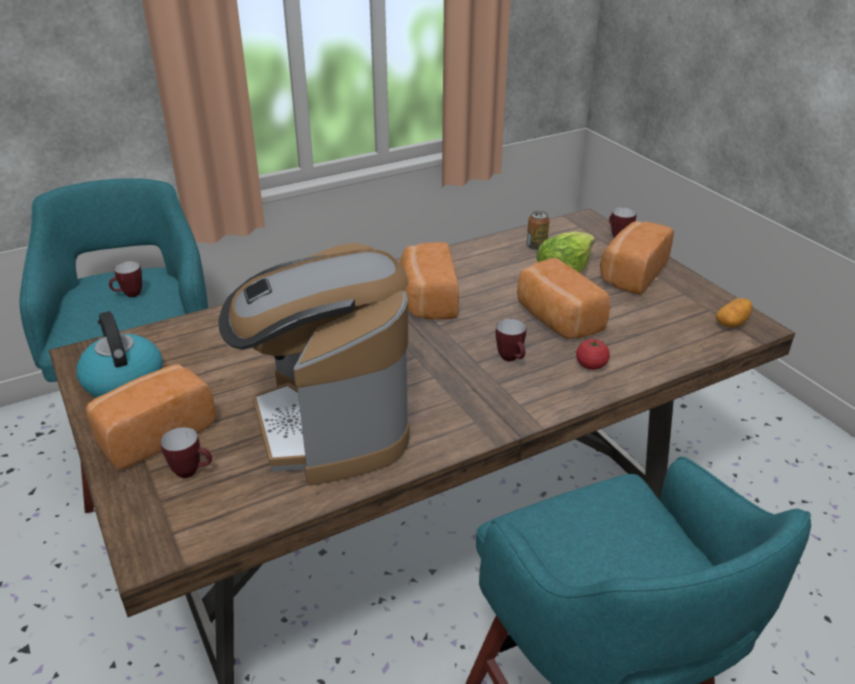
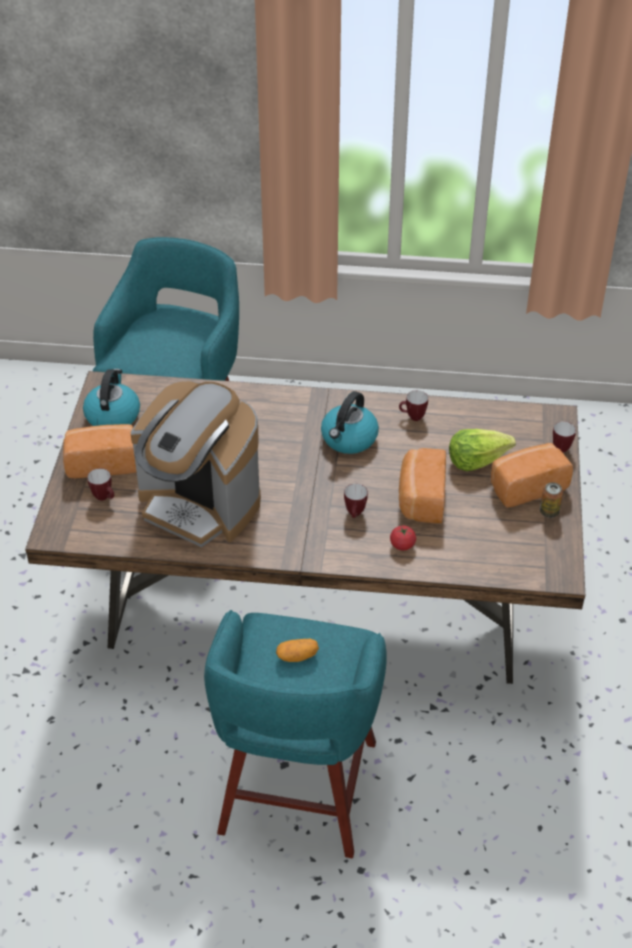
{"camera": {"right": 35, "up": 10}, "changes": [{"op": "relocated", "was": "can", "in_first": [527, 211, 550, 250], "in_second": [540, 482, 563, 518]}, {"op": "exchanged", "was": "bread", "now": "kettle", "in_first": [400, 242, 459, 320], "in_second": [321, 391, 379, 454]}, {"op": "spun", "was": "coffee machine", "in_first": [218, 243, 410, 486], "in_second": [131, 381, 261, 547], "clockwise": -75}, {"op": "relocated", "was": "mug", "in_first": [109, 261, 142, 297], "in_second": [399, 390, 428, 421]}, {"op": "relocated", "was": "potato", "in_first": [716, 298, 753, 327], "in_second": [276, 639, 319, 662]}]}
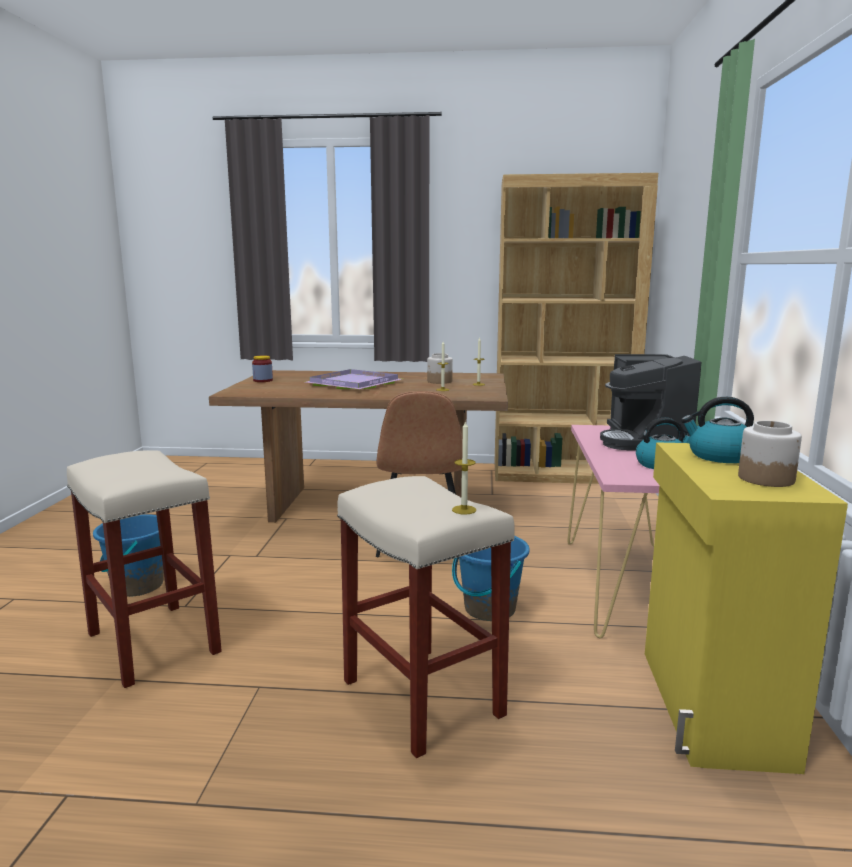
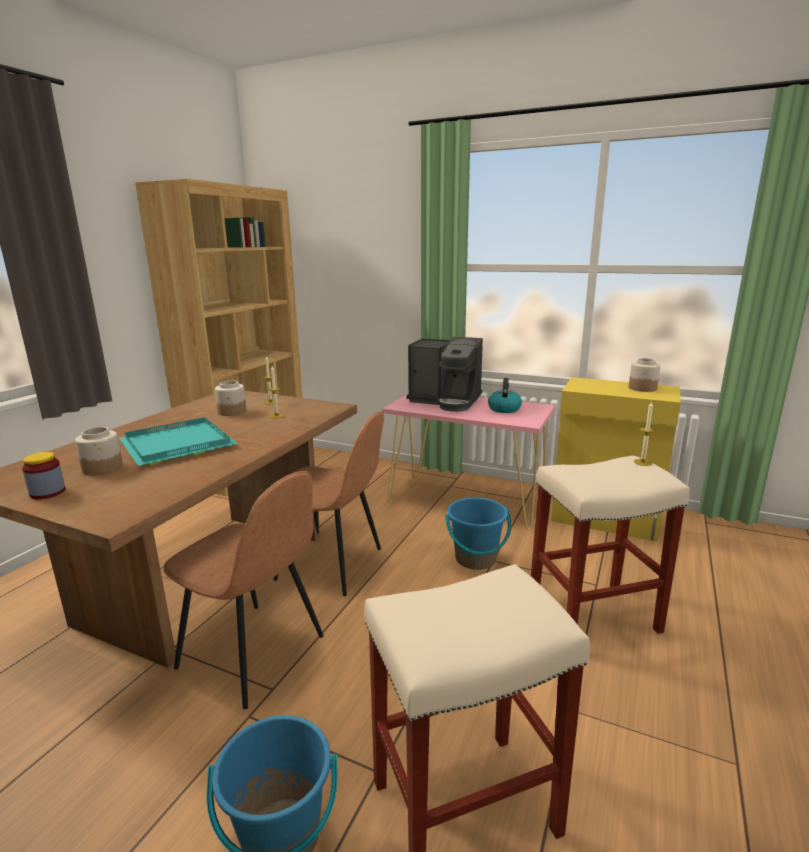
{"camera": {"right": -70, "up": 5}, "changes": [{"op": "colour", "was": "purple tray", "now": "turquoise tray", "in_first": [306, 369, 401, 389], "in_second": [119, 417, 238, 466]}, {"op": "missing", "was": "kettle", "in_first": [681, 397, 754, 463]}, {"op": "appeared", "now": "jar", "in_second": [75, 427, 123, 475]}, {"op": "appeared", "now": "brown chair", "in_second": [164, 471, 324, 709]}]}
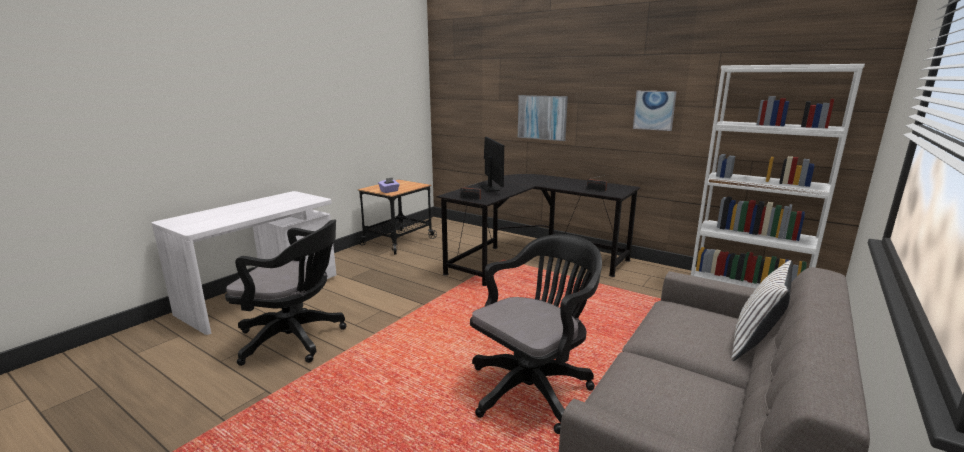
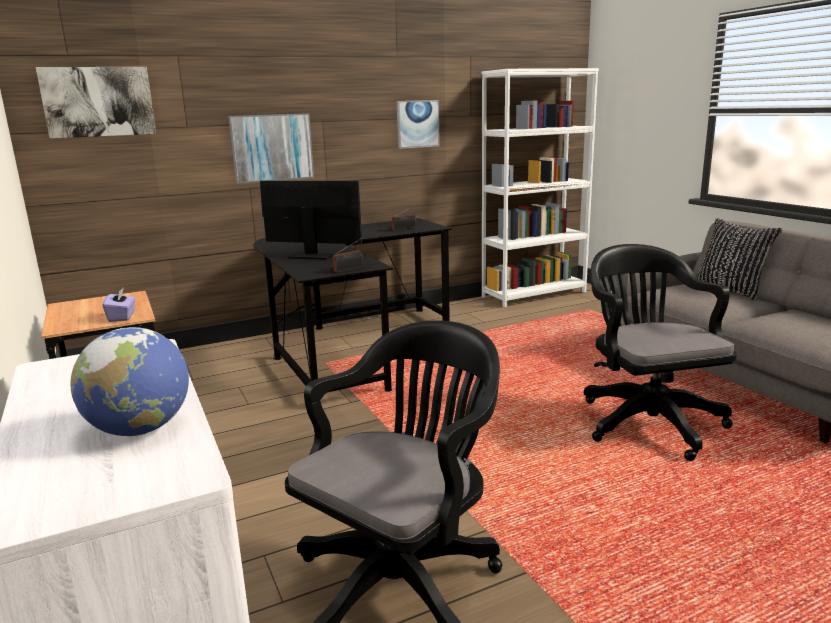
{"camera": {"right": -60, "up": 0}, "changes": [{"op": "colour", "was": "white pillow", "now": "black pillow", "in_first": [732, 260, 793, 361], "in_second": [696, 218, 783, 301]}, {"op": "appeared", "now": "picture", "in_second": [36, 67, 157, 138]}, {"op": "appeared", "now": "globe", "in_second": [70, 327, 189, 436]}]}
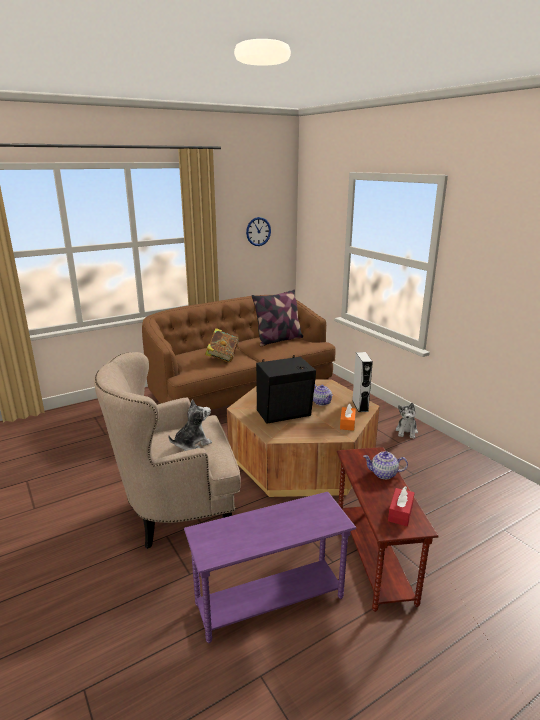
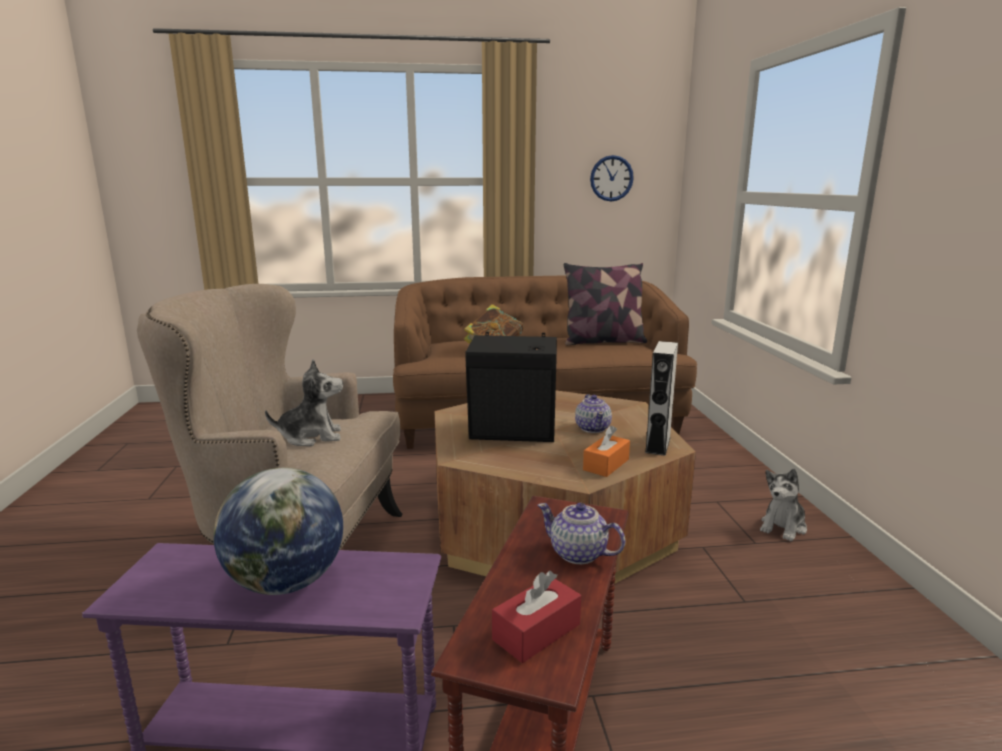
{"camera": {"right": 25, "up": -5}, "changes": [{"op": "appeared", "now": "globe", "in_second": [213, 468, 343, 595]}]}
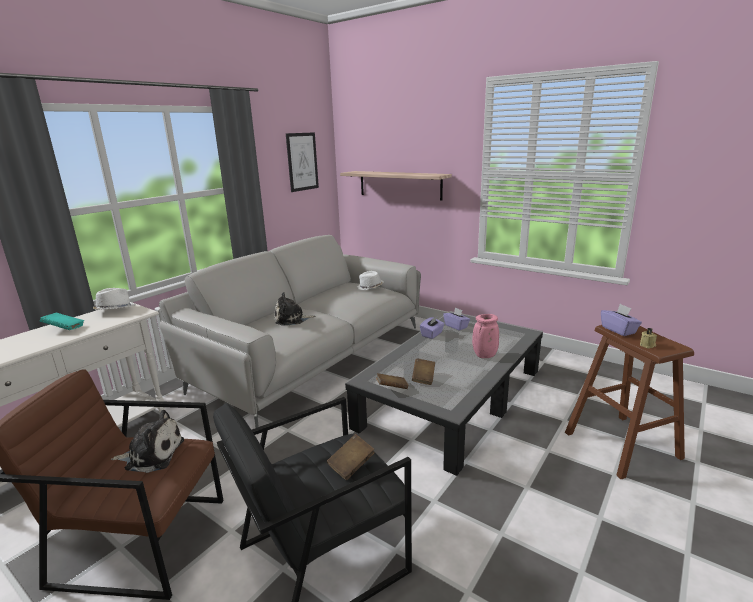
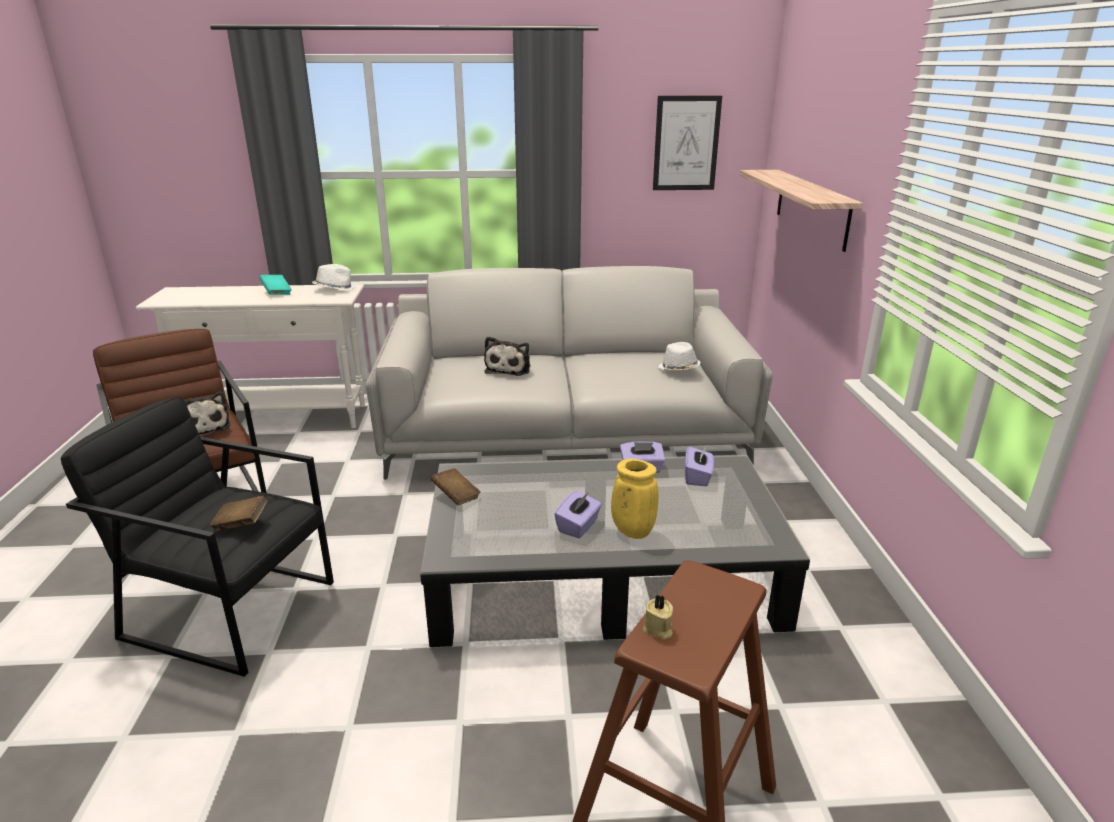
{"camera": {"right": 50, "up": 5}, "changes": [{"op": "spun", "was": "plush toy", "in_first": [275, 292, 315, 326], "in_second": [484, 336, 530, 376], "clockwise": -120}, {"op": "relocated", "was": "purple tissue box", "in_first": [601, 304, 642, 336], "in_second": [555, 491, 602, 538]}, {"op": "colour", "was": "pink vase", "now": "yellow vase", "in_first": [472, 314, 499, 358], "in_second": [611, 459, 659, 539]}, {"op": "missing", "was": "brown book", "in_first": [412, 358, 435, 385]}]}
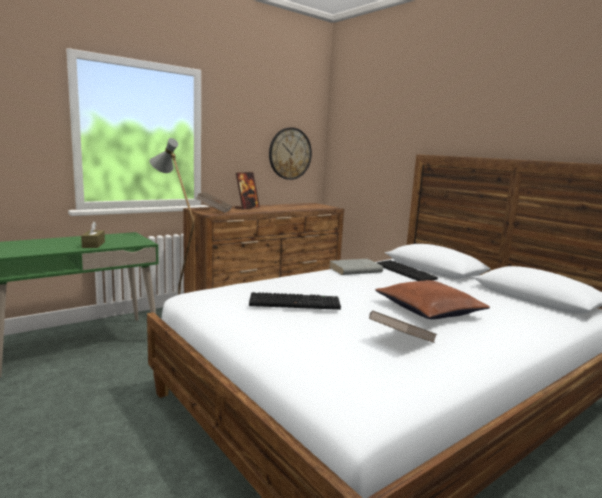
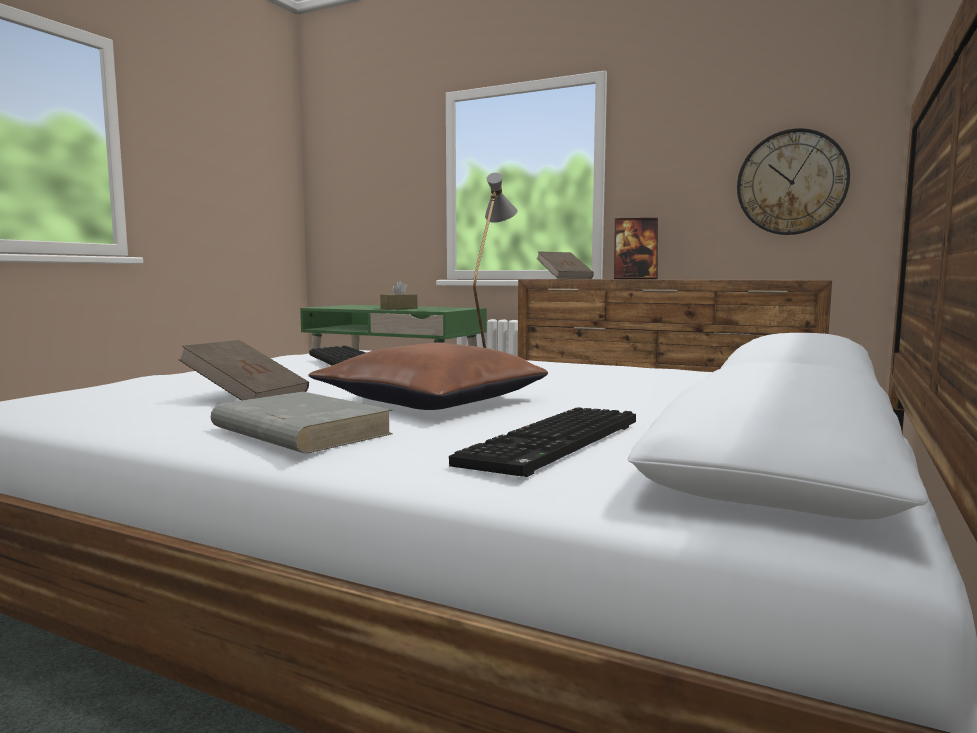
{"camera": {"right": 65, "up": -5}, "changes": [{"op": "relocated", "was": "grey book", "in_first": [329, 259, 383, 275], "in_second": [211, 392, 393, 453]}, {"op": "relocated", "was": "keyboard", "in_first": [377, 260, 438, 281], "in_second": [449, 407, 636, 477]}]}
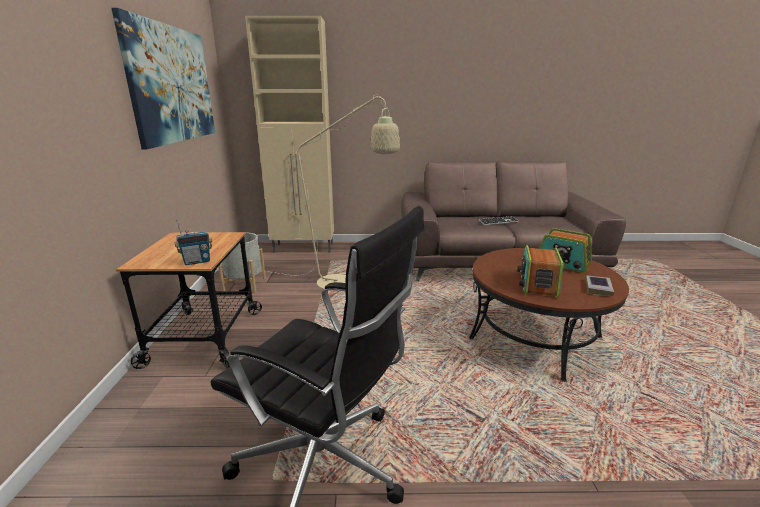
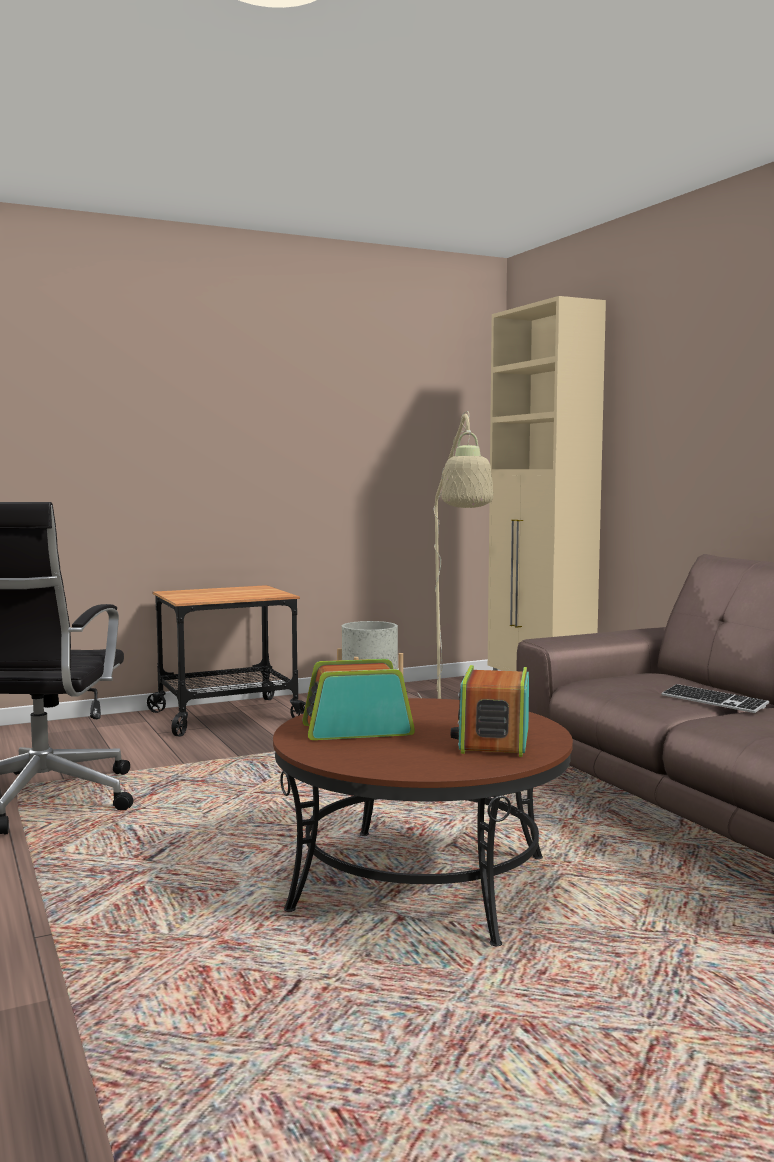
{"camera": {"right": 65, "up": -15}, "changes": [{"op": "missing", "was": "picture", "in_first": [111, 8, 215, 149]}, {"op": "missing", "was": "radio", "in_first": [175, 219, 212, 265]}, {"op": "missing", "was": "book", "in_first": [586, 275, 614, 296]}]}
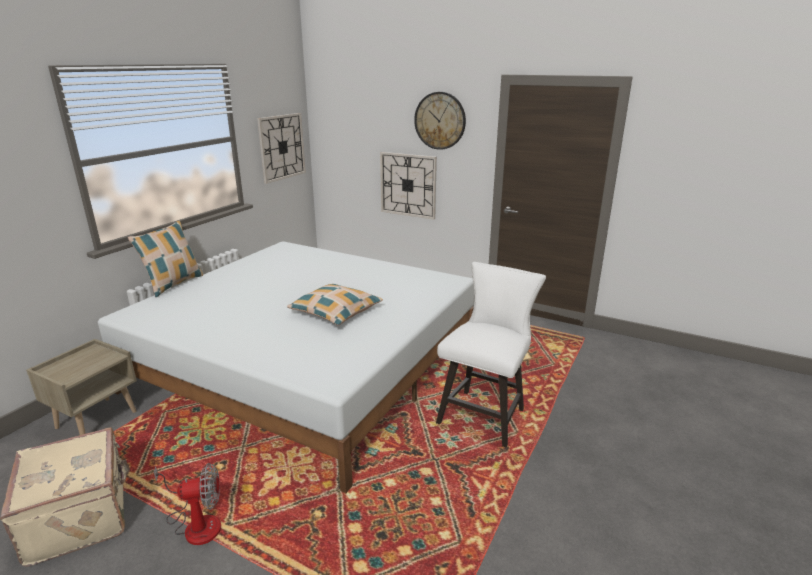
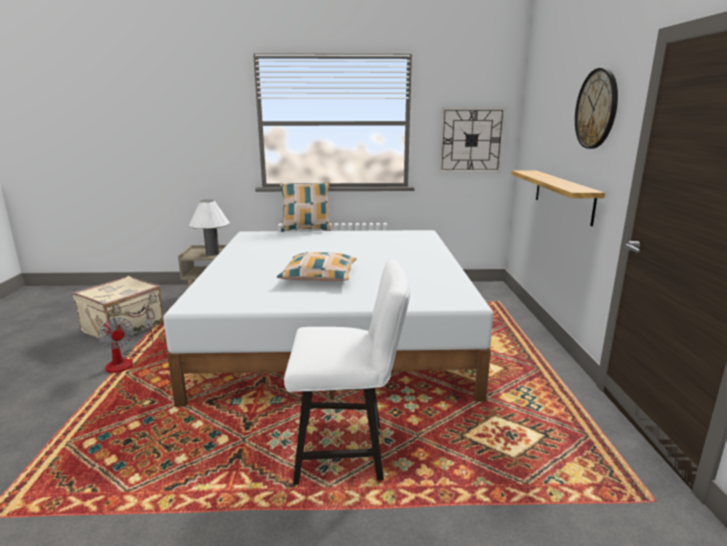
{"camera": {"right": 60, "up": -5}, "changes": [{"op": "exchanged", "was": "wall clock", "now": "shelf", "in_first": [380, 152, 437, 219], "in_second": [511, 170, 605, 226]}, {"op": "appeared", "now": "white table lamp", "in_second": [189, 200, 230, 256]}]}
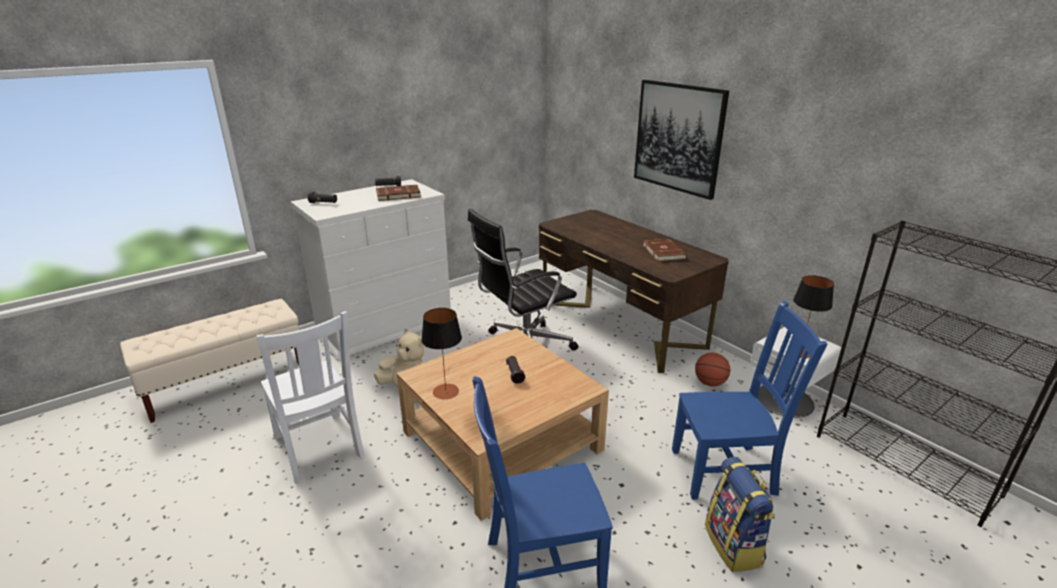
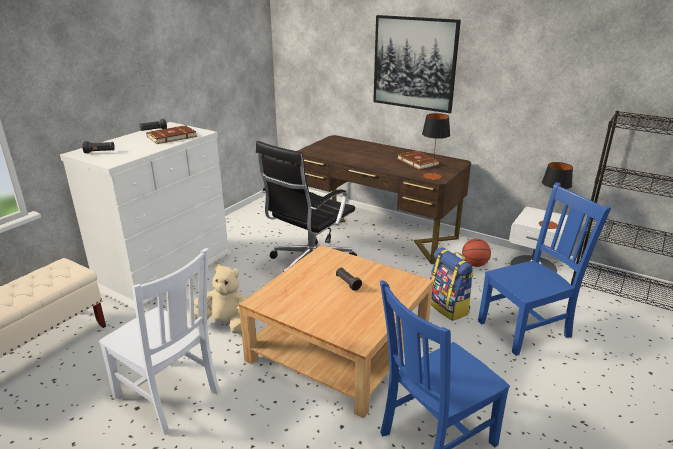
{"camera": {"right": -20, "up": 0}, "changes": [{"op": "relocated", "was": "table lamp", "in_first": [421, 308, 462, 400], "in_second": [422, 113, 450, 180]}, {"op": "relocated", "was": "backpack", "in_first": [705, 457, 775, 572], "in_second": [430, 247, 474, 321]}]}
